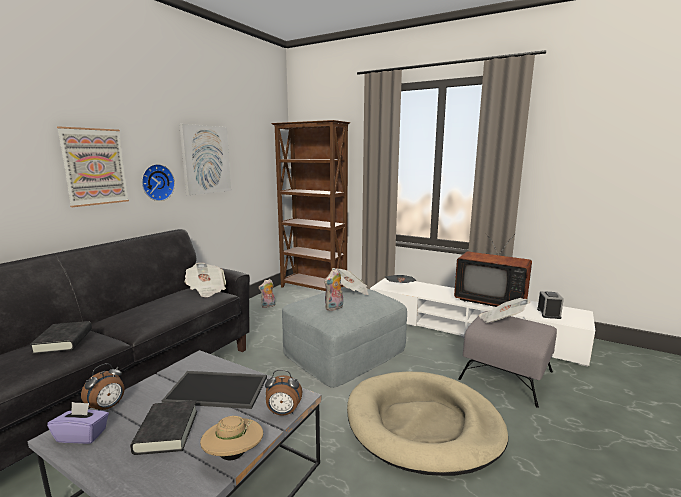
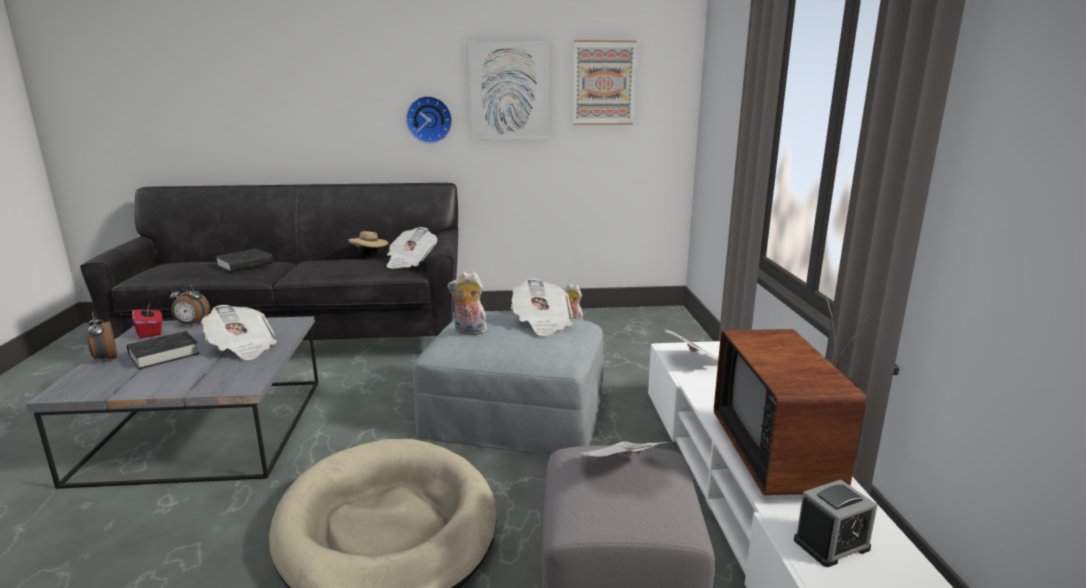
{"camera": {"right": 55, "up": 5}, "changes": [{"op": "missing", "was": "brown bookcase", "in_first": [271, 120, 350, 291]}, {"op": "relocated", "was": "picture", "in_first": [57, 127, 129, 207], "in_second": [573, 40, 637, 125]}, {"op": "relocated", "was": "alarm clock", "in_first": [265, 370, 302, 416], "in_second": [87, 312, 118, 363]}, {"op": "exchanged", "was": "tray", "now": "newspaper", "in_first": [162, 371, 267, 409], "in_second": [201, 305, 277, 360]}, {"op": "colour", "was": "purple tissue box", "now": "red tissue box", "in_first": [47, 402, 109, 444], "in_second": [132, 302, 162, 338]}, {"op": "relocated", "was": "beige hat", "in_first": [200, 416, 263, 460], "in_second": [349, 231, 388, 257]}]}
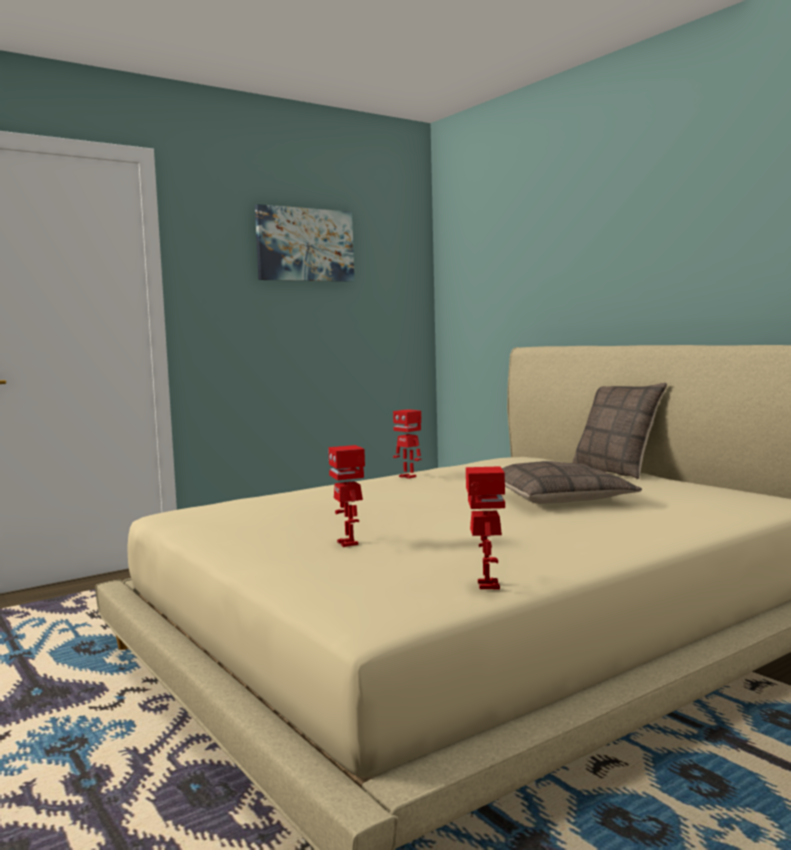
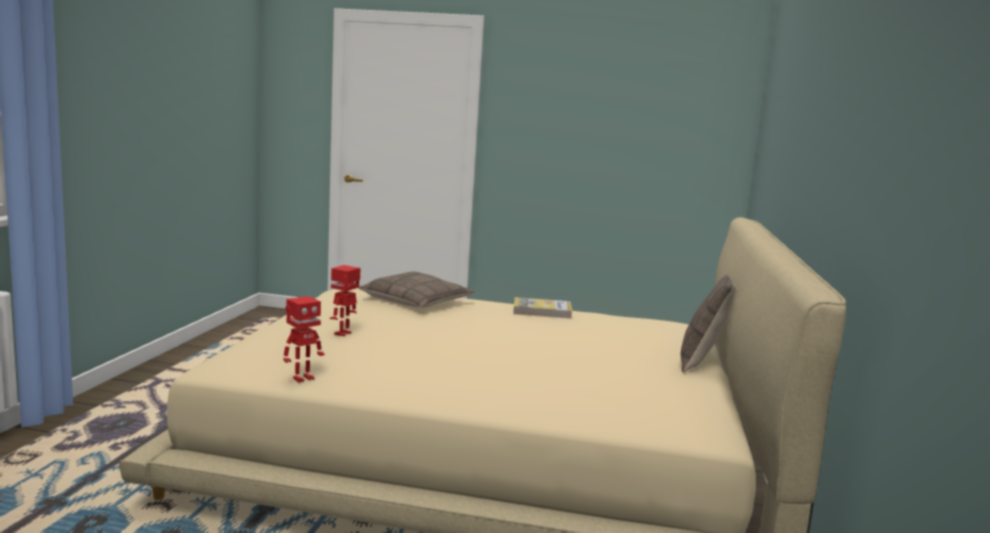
{"camera": {"right": 45, "up": 5}, "changes": [{"op": "missing", "was": "picture", "in_first": [255, 204, 354, 282]}, {"op": "exchanged", "was": "toy robot", "now": "book", "in_first": [393, 409, 421, 479], "in_second": [513, 297, 572, 319]}, {"op": "relocated", "was": "pillow", "in_first": [502, 461, 642, 504], "in_second": [358, 272, 475, 308]}]}
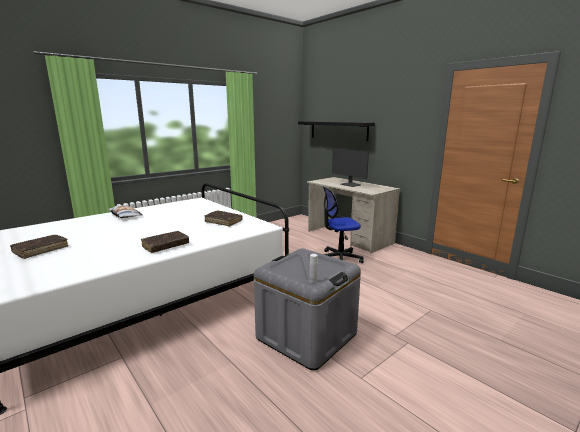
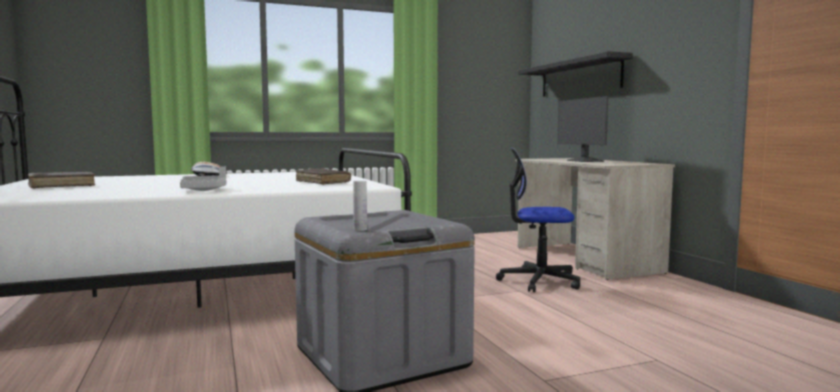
{"camera": {"right": 20, "up": -10}, "changes": [{"op": "exchanged", "was": "brown book", "now": "grey tray", "in_first": [141, 231, 189, 253], "in_second": [180, 166, 226, 191]}]}
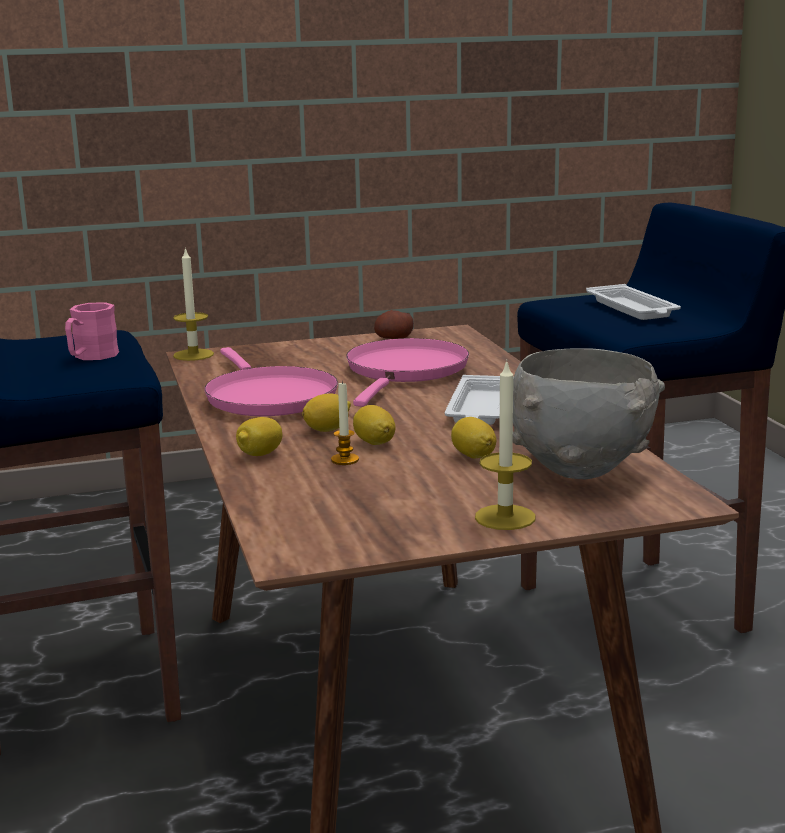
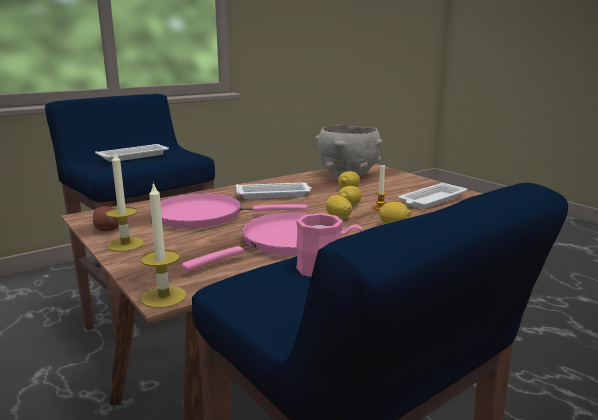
{"camera": {"right": -110, "up": 0}, "changes": [{"op": "relocated", "was": "candle", "in_first": [475, 359, 536, 530], "in_second": [106, 153, 144, 252]}, {"op": "appeared", "now": "white tray", "in_second": [398, 182, 467, 209]}]}
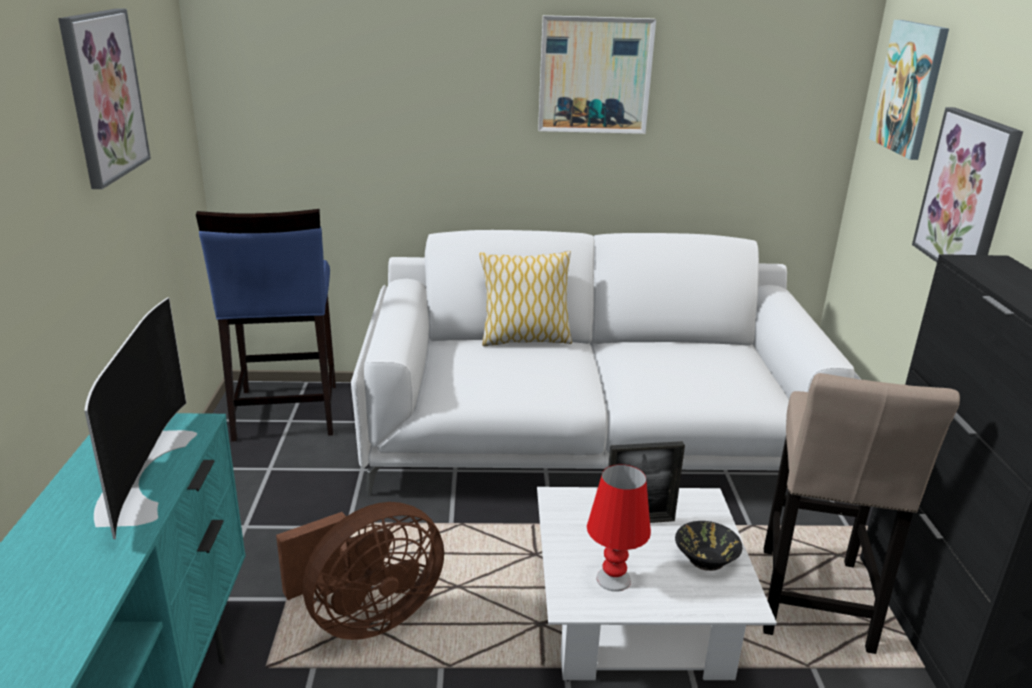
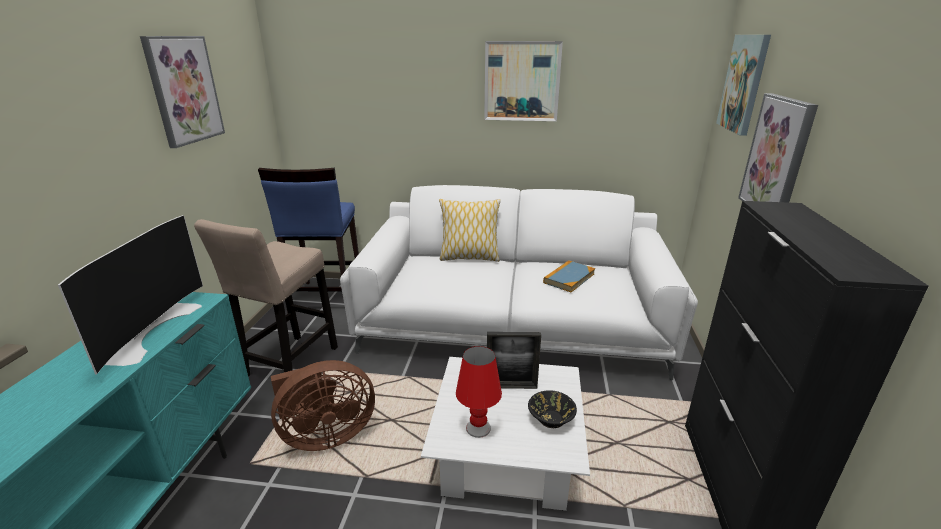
{"camera": {"right": 10, "up": 0}, "changes": [{"op": "relocated", "was": "beige stool", "in_first": [763, 373, 960, 654], "in_second": [194, 219, 338, 377]}, {"op": "appeared", "now": "book", "in_second": [543, 260, 595, 292]}]}
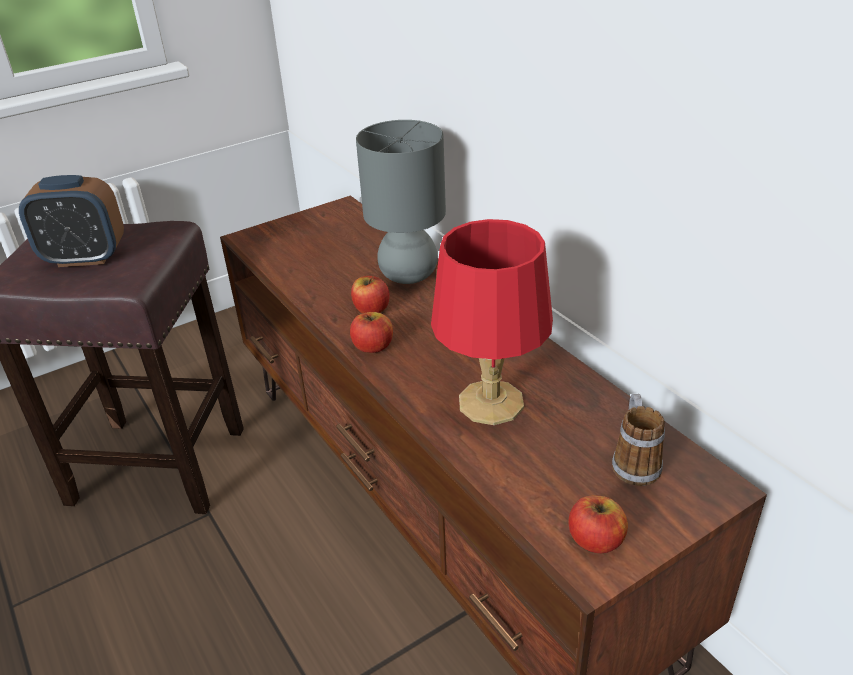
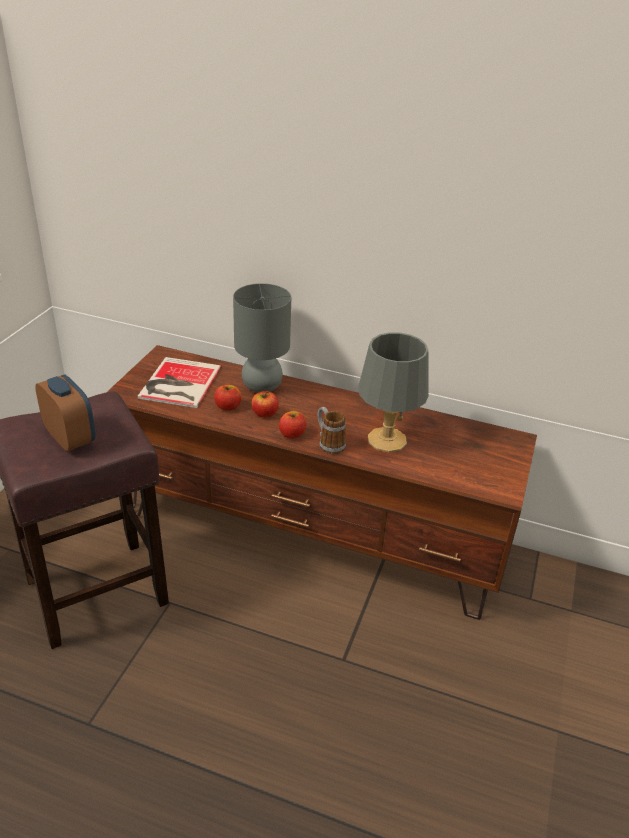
{"camera": {"right": -40, "up": 0}, "changes": [{"op": "spun", "was": "alarm clock", "in_first": [19, 175, 124, 267], "in_second": [35, 374, 96, 451], "clockwise": -90}, {"op": "colour", "was": "red table lamp", "now": "grey table lamp", "in_first": [431, 219, 553, 425], "in_second": [358, 332, 429, 453]}, {"op": "relocated", "was": "mug", "in_first": [612, 394, 665, 486], "in_second": [317, 407, 346, 454]}, {"op": "relocated", "was": "apple", "in_first": [569, 495, 628, 553], "in_second": [214, 385, 242, 411]}, {"op": "appeared", "now": "book", "in_second": [138, 357, 221, 408]}]}
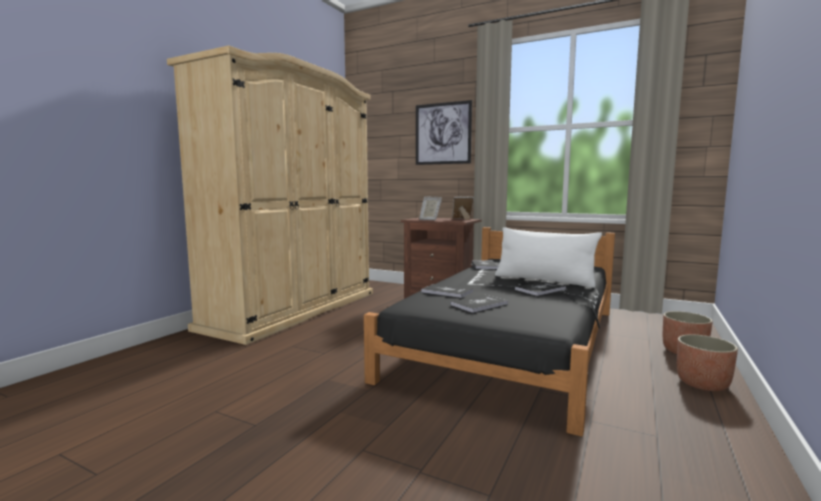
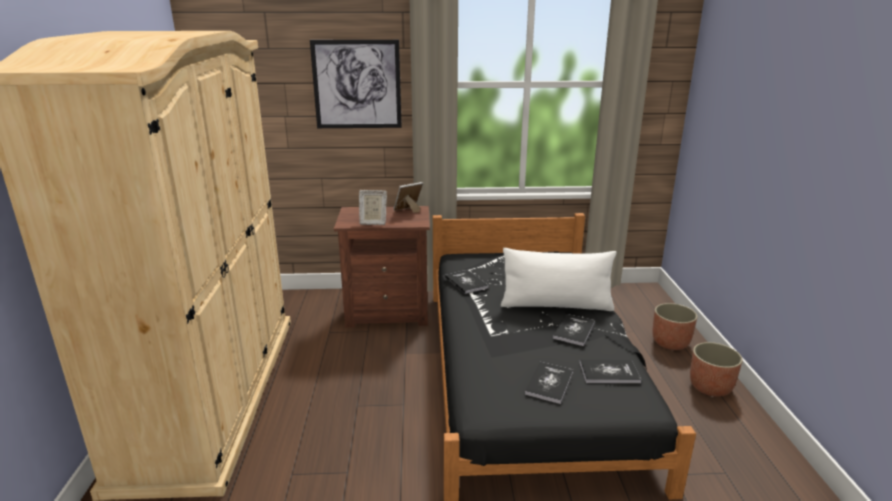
{"camera": {"right": -30, "up": 15}, "changes": [{"op": "relocated", "was": "book", "in_first": [421, 284, 473, 298], "in_second": [579, 360, 641, 384]}]}
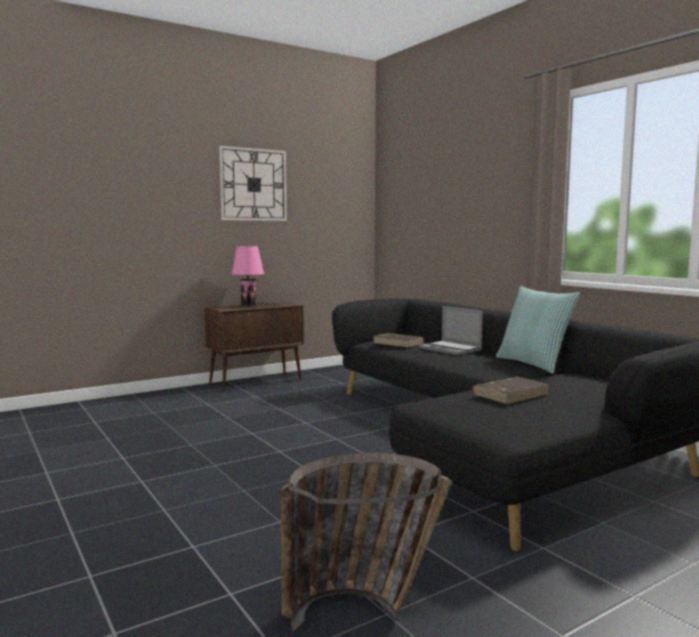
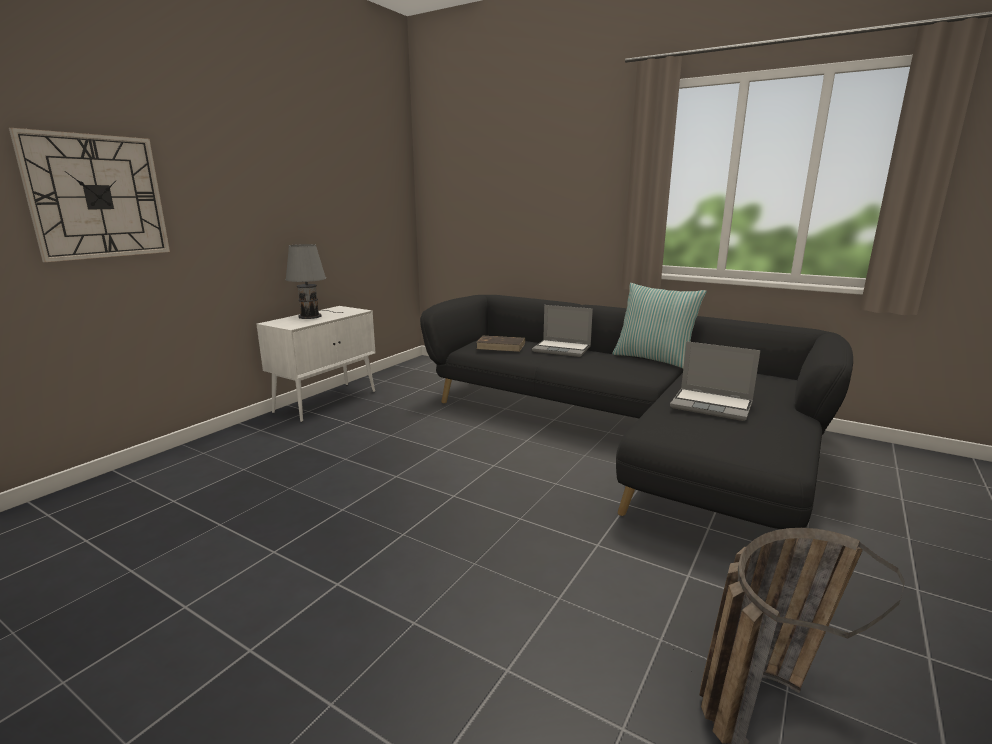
{"camera": {"right": -25, "up": 10}, "changes": [{"op": "relocated", "was": "wall clock", "in_first": [219, 146, 287, 221], "in_second": [9, 128, 170, 262]}, {"op": "colour", "was": "pink table lamp", "now": "grey table lamp", "in_first": [232, 246, 272, 307], "in_second": [285, 244, 343, 319]}, {"op": "colour", "was": "brown cabinet", "now": "white cabinet", "in_first": [204, 302, 304, 392], "in_second": [256, 306, 376, 422]}, {"op": "exchanged", "was": "brown book", "now": "laptop", "in_first": [472, 377, 550, 404], "in_second": [670, 341, 760, 421]}]}
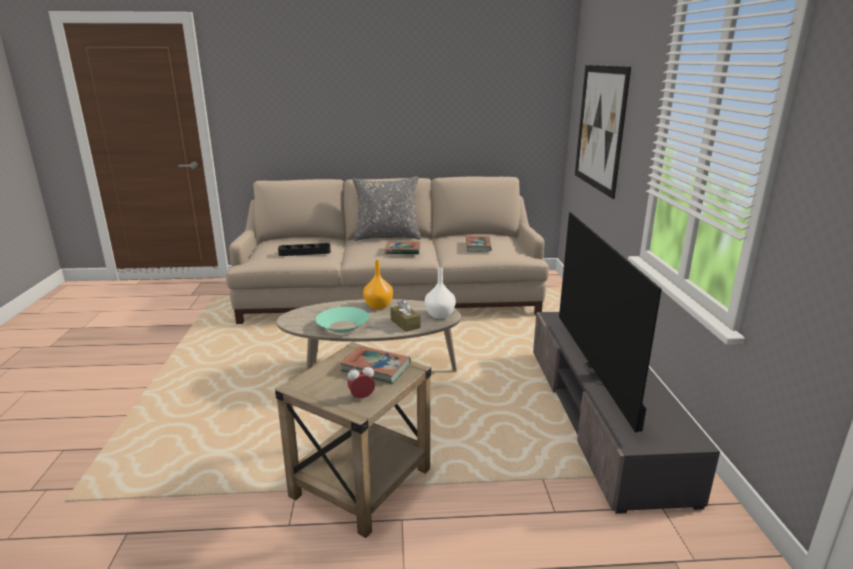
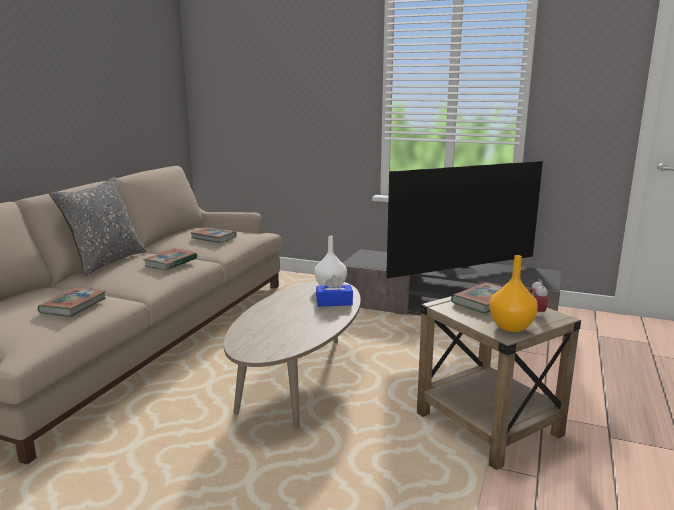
{"camera": {"right": -65, "up": -5}, "changes": [{"op": "missing", "was": "picture", "in_first": [575, 65, 631, 199]}, {"op": "spun", "was": "television", "in_first": [559, 212, 662, 433], "in_second": [386, 161, 543, 278], "clockwise": -45}, {"op": "exchanged", "was": "black tray", "now": "book", "in_first": [278, 243, 331, 256], "in_second": [38, 288, 106, 317]}, {"op": "relocated", "was": "orange vase", "in_first": [363, 260, 393, 309], "in_second": [489, 255, 538, 332]}, {"op": "colour", "was": "brown tissue box", "now": "blue tissue box", "in_first": [390, 299, 421, 332], "in_second": [316, 275, 353, 307]}, {"op": "missing", "was": "turquoise bowl", "in_first": [316, 307, 369, 333]}]}
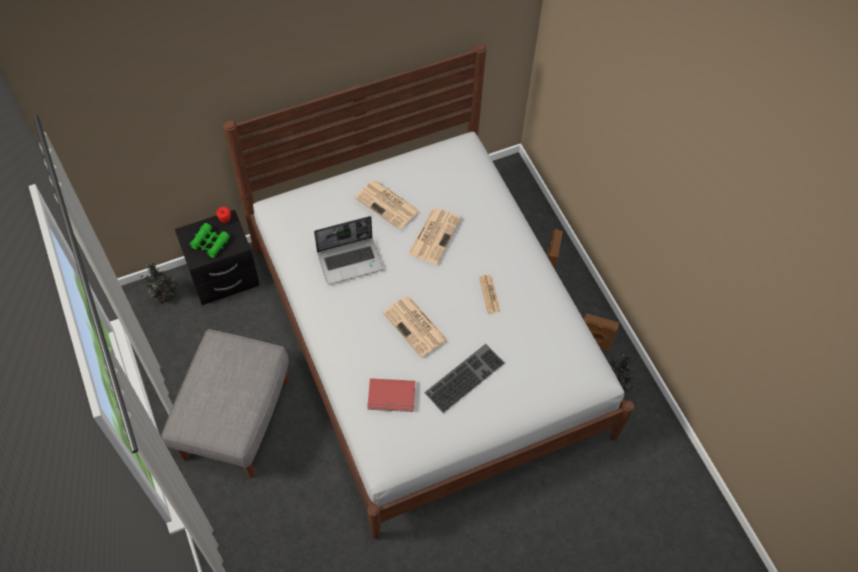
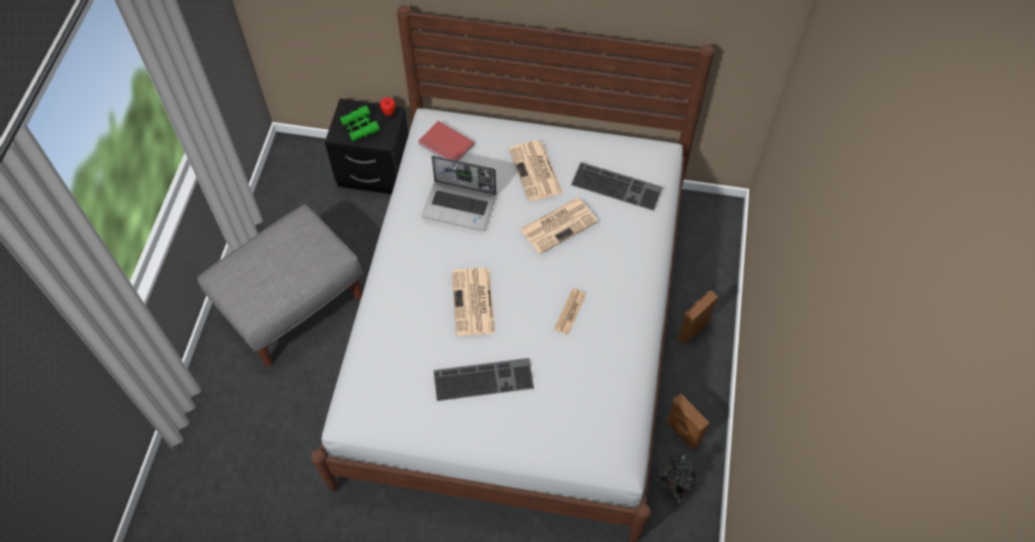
{"camera": {"right": 35, "up": 0}, "changes": [{"op": "missing", "was": "potted plant", "in_first": [134, 262, 180, 303]}, {"op": "relocated", "was": "red book", "in_first": [367, 378, 415, 412], "in_second": [419, 121, 475, 161]}, {"op": "appeared", "now": "keyboard", "in_second": [571, 162, 663, 211]}]}
